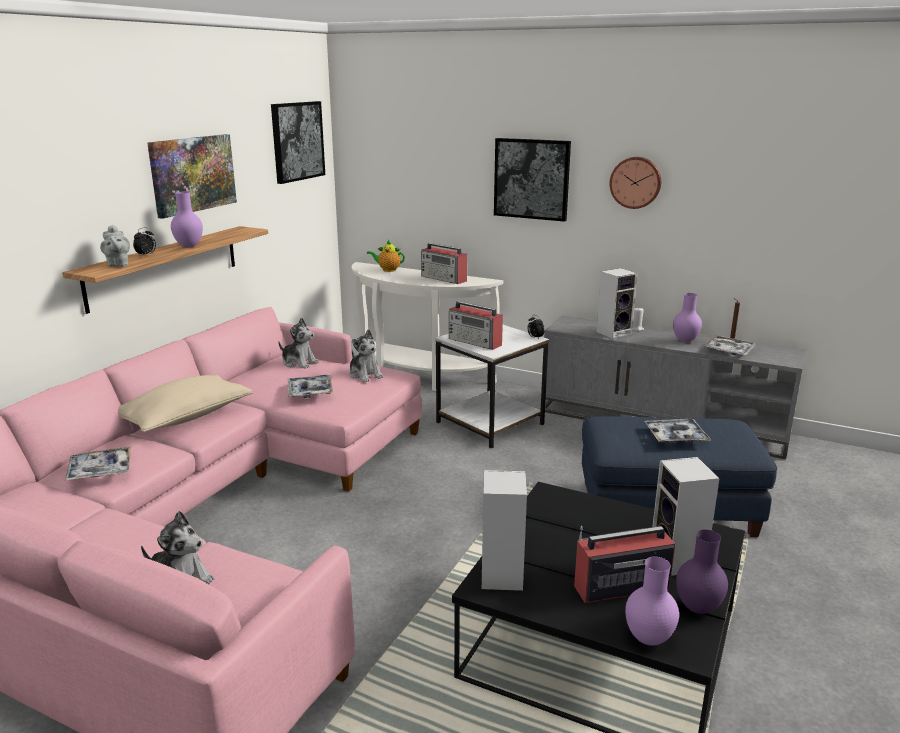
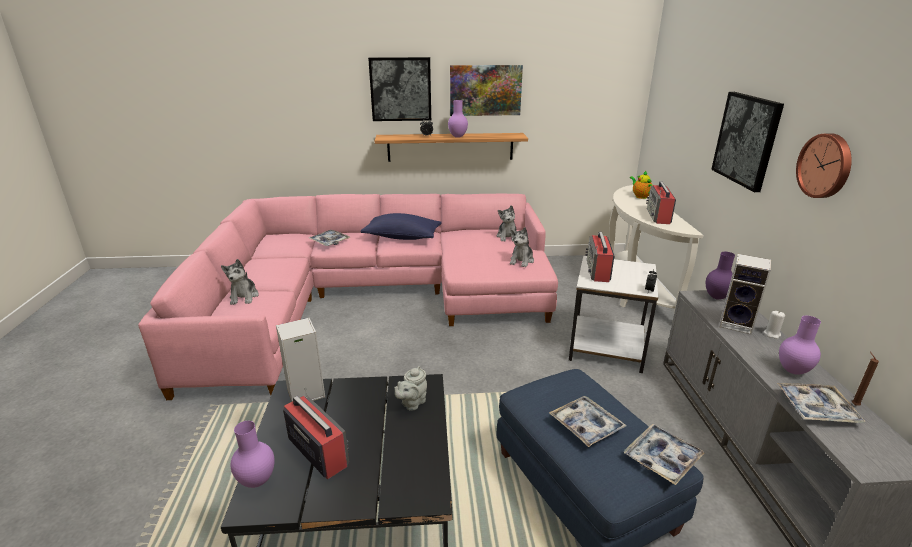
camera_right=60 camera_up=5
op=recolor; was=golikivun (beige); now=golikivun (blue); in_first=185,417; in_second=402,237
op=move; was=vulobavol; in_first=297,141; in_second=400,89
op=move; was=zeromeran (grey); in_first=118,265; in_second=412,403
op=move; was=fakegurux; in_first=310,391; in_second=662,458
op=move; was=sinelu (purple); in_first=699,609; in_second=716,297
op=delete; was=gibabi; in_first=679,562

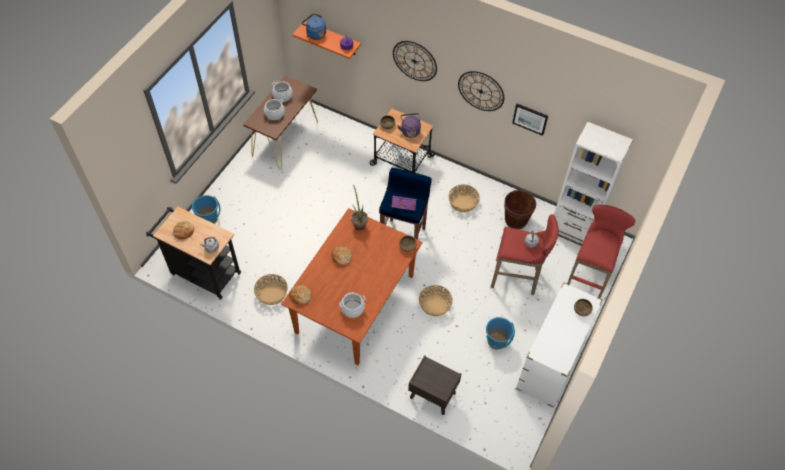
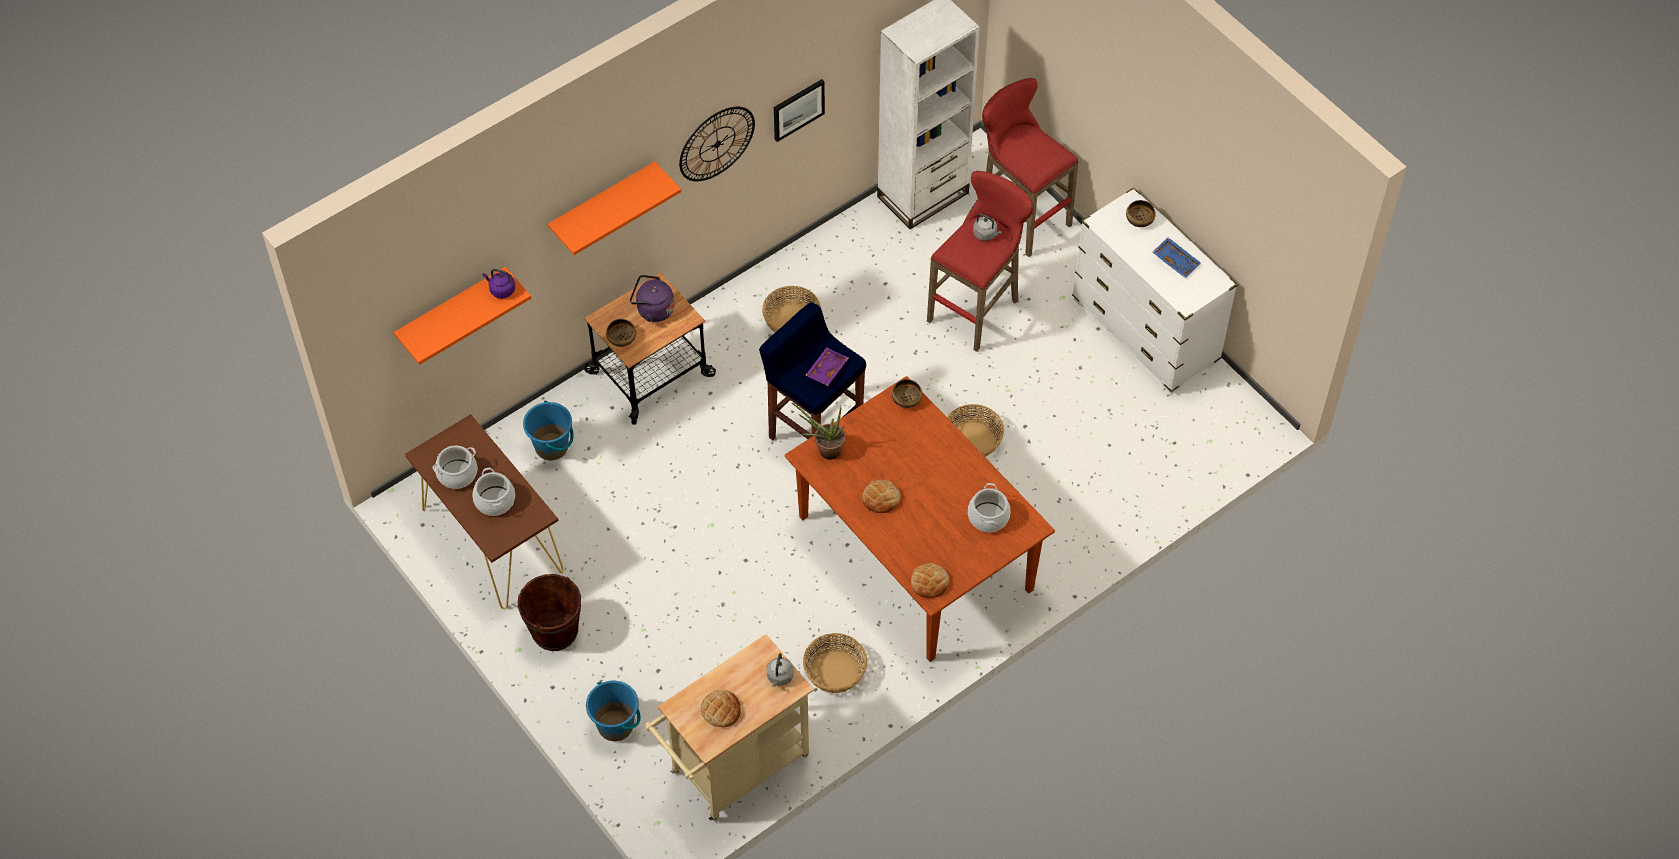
camera_right=-65 camera_up=0
op=move; was=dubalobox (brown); in_first=516,220; in_second=555,631
op=move; was=dubalobox (blue); in_first=497,341; in_second=552,447
op=replace; was=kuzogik; now=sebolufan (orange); in_first=414,61; in_second=603,204
op=recolor; was=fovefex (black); now=fovefex (beige); in_first=202,272; in_second=733,770
op=insert; now=fakegurux (blue); in_second=1176,261
op=delete; was=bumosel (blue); in_first=315,34
op=delete; was=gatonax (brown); in_first=432,395

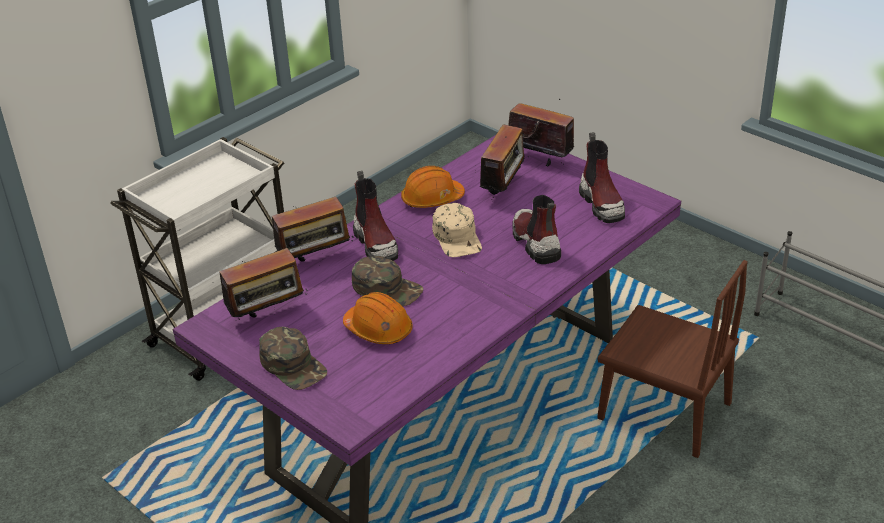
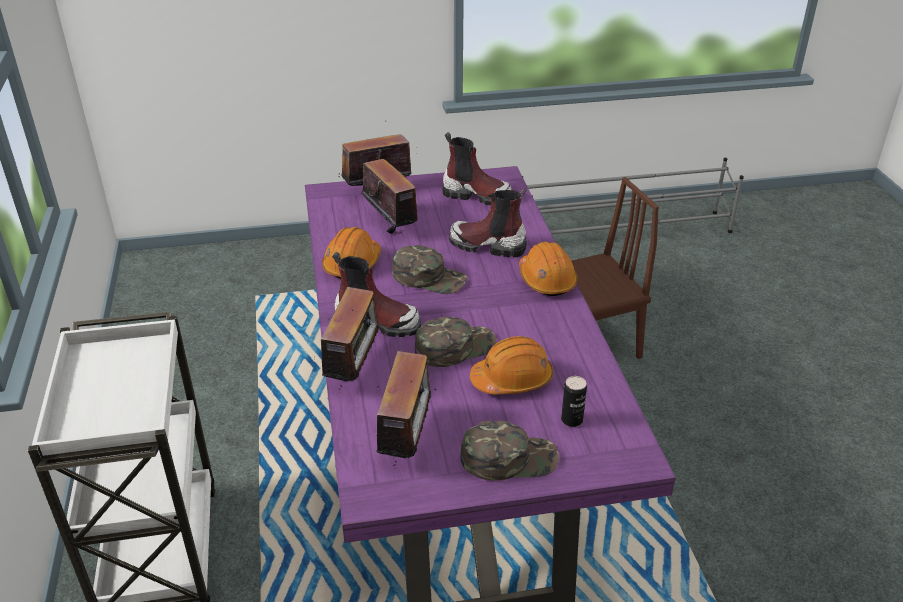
camera_right=-55 camera_up=0
op=recolor; was=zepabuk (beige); now=zepabuk (green); in_first=457,238; in_second=429,277
op=insert; now=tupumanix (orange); in_second=546,280
op=insert; now=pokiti; in_second=572,420

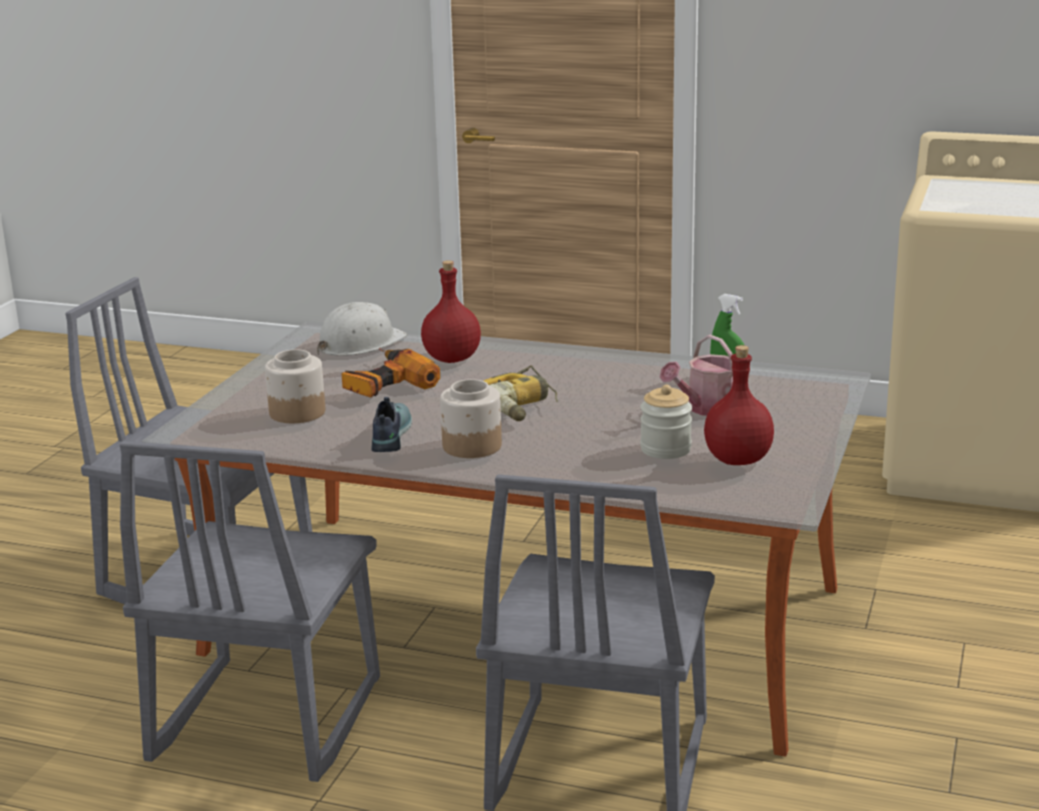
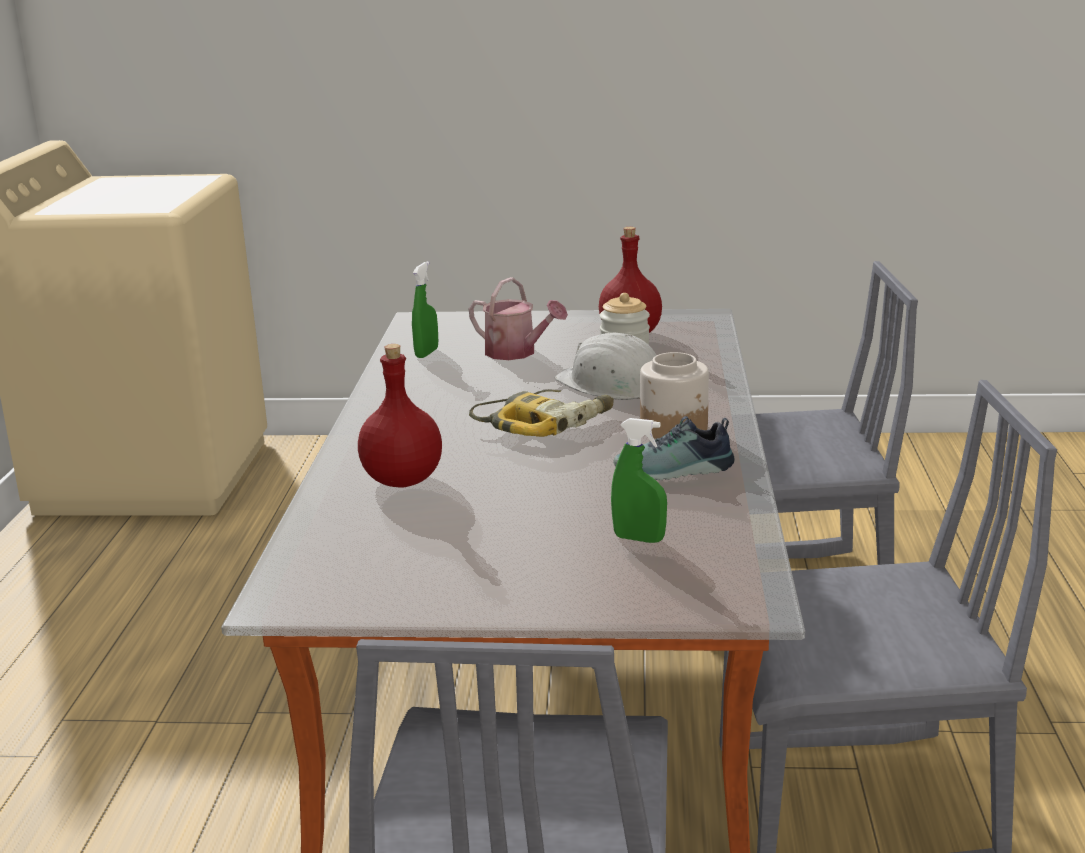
camera_right=-105 camera_up=0
op=move; was=tupumanix (white); in_first=360,344; in_second=612,384
op=replace; was=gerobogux; now=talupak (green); in_first=296,413; in_second=639,539
op=delete; was=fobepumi; in_first=384,384

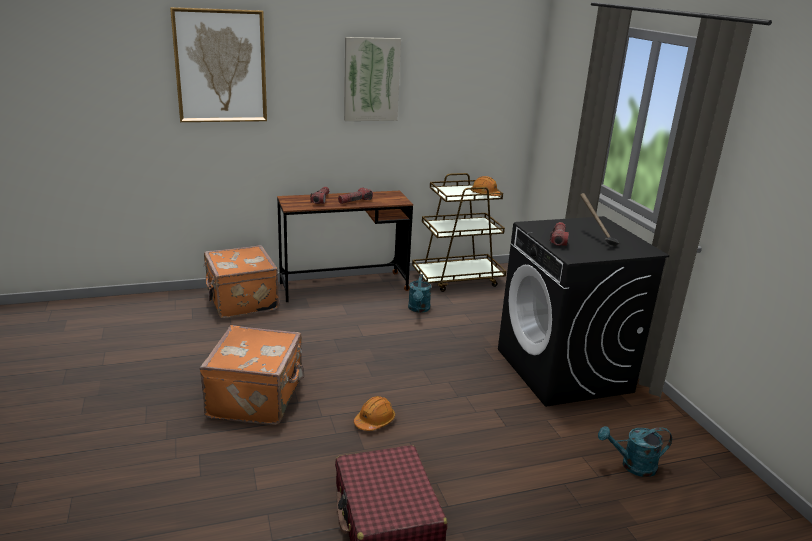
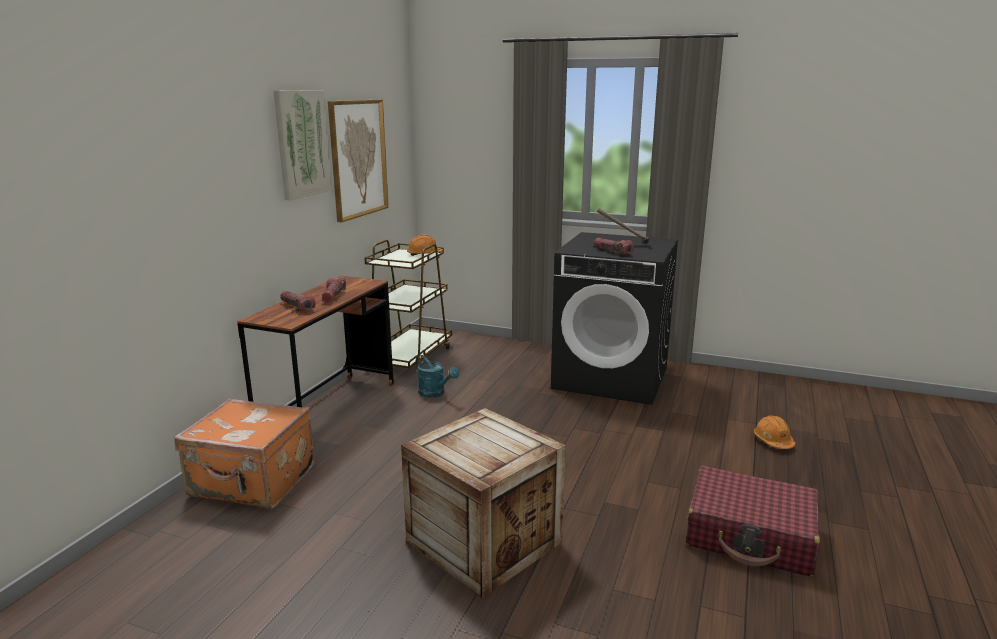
camera_right=-50 camera_up=-5
op=move; was=vulobavol; in_first=220,66; in_second=358,158
op=replace; was=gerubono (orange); now=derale; in_first=257,398; in_second=484,542
op=move; was=tupumanix (orange); in_first=374,421; in_second=773,441
op=delete; was=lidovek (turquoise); in_first=632,466

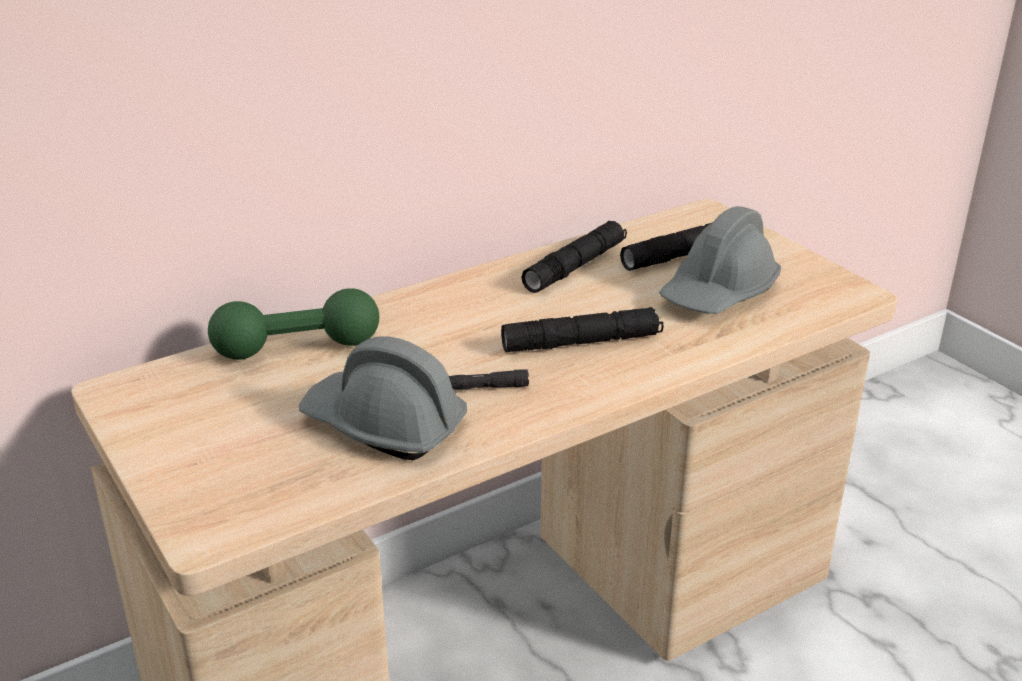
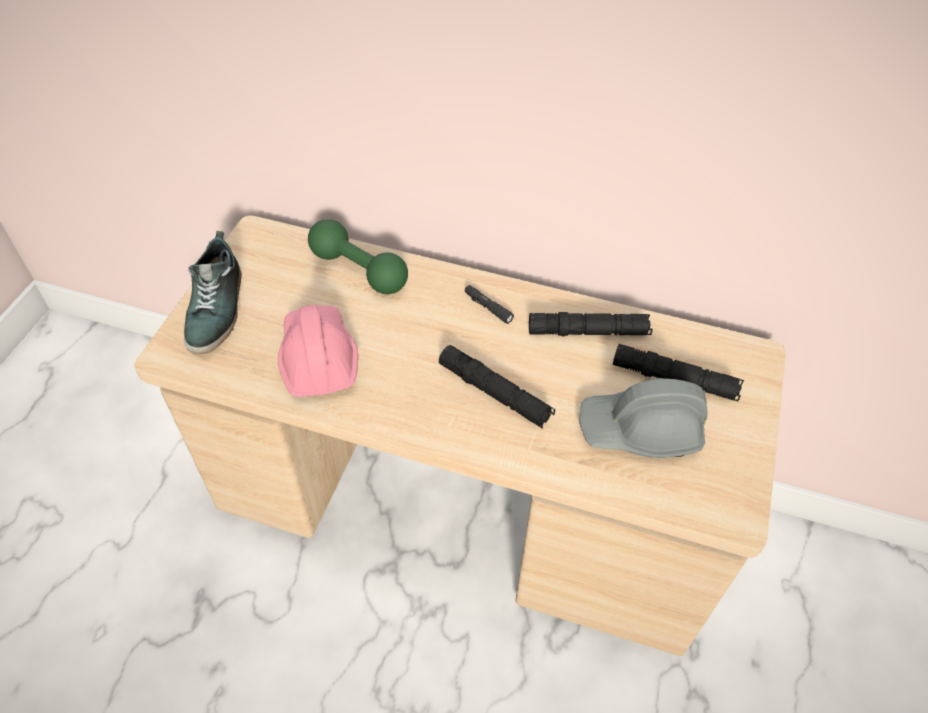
camera_right=50 camera_up=20
op=insert; now=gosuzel; in_second=217,309
op=recolor; was=tupumanix (grey); now=tupumanix (pink); in_first=384,425; in_second=318,358
op=move; was=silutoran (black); in_first=486,388; in_second=487,307

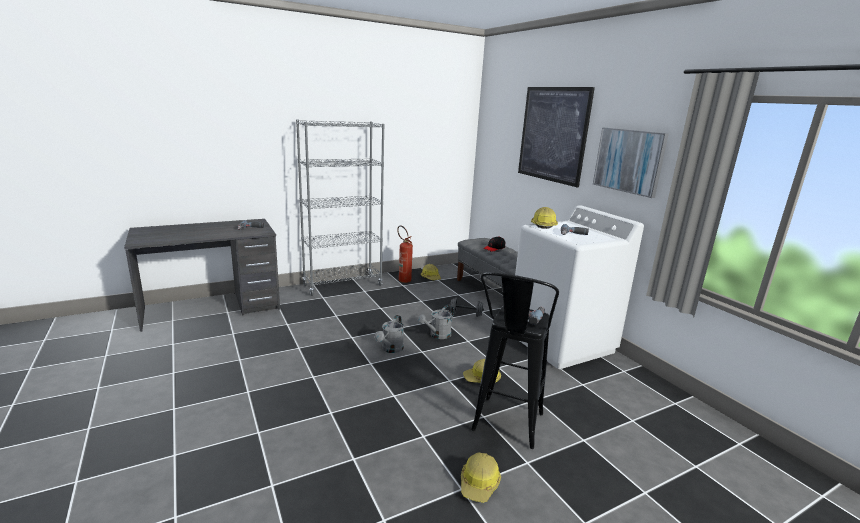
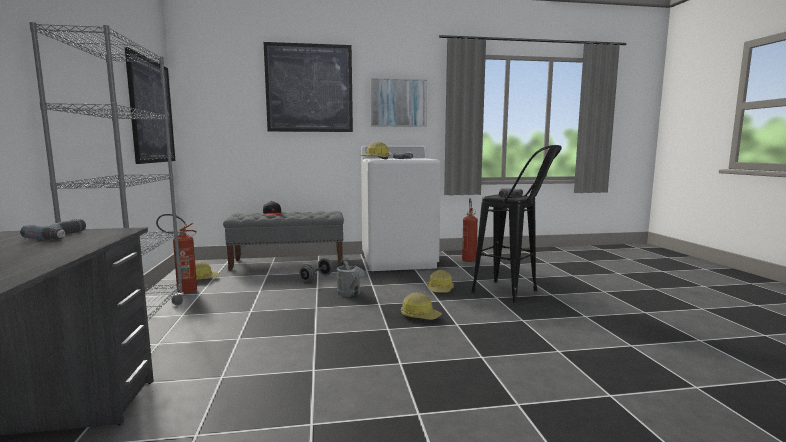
camera_right=-70 camera_up=-10
op=insert; now=vulobavol; in_second=151,111
op=move; was=tupumanix; in_first=479,484; in_second=420,316
op=insert; now=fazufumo; in_second=468,259
op=delete; was=lidovek (grey); in_first=390,349

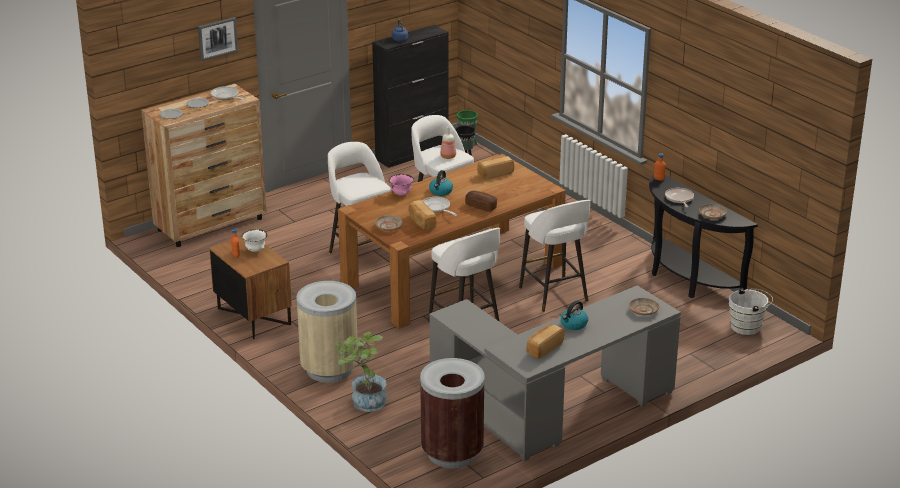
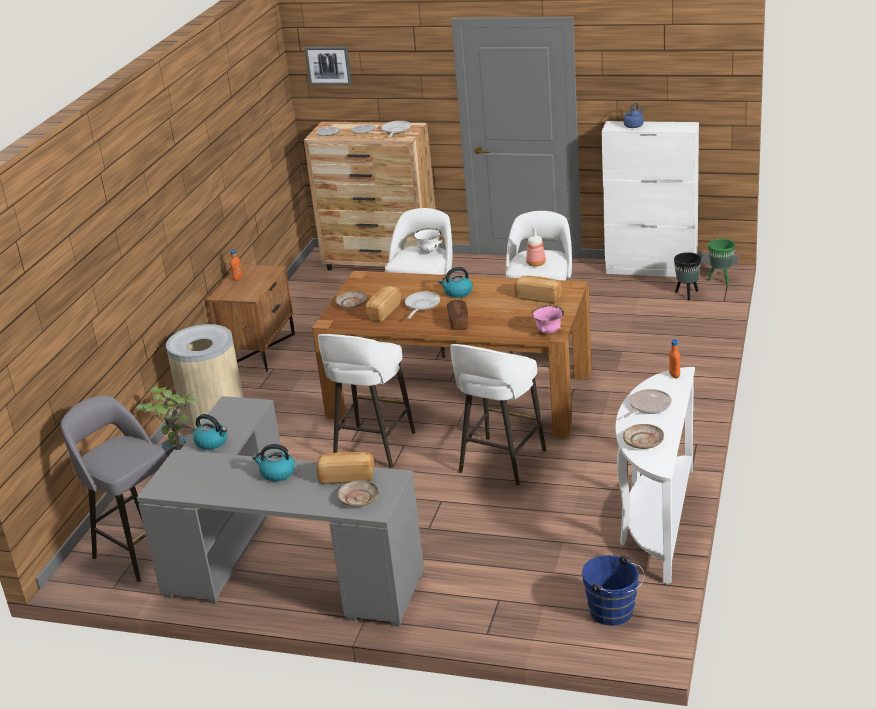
camera_right=55 camera_up=0
op=replace; was=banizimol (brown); now=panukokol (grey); in_first=452,453; in_second=140,550
op=insert; now=bumosel; in_second=212,442
op=move; was=vulobavol; in_first=217,38; in_second=328,65
op=move; was=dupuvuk; in_first=544,348; in_second=347,476
op=move; was=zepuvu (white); in_first=255,250; in_second=429,251
op=move; was=zepuvu (pink); in_first=401,194; in_second=549,332
op=recolor; was=dubalobox (white); now=dubalobox (blue); in_first=748,327; in_second=614,613
op=recolor; was=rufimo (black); now=rufimo (white); in_first=412,153; in_second=651,269
op=recolor; was=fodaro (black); now=fodaro (white); in_first=686,279; in_second=656,522

